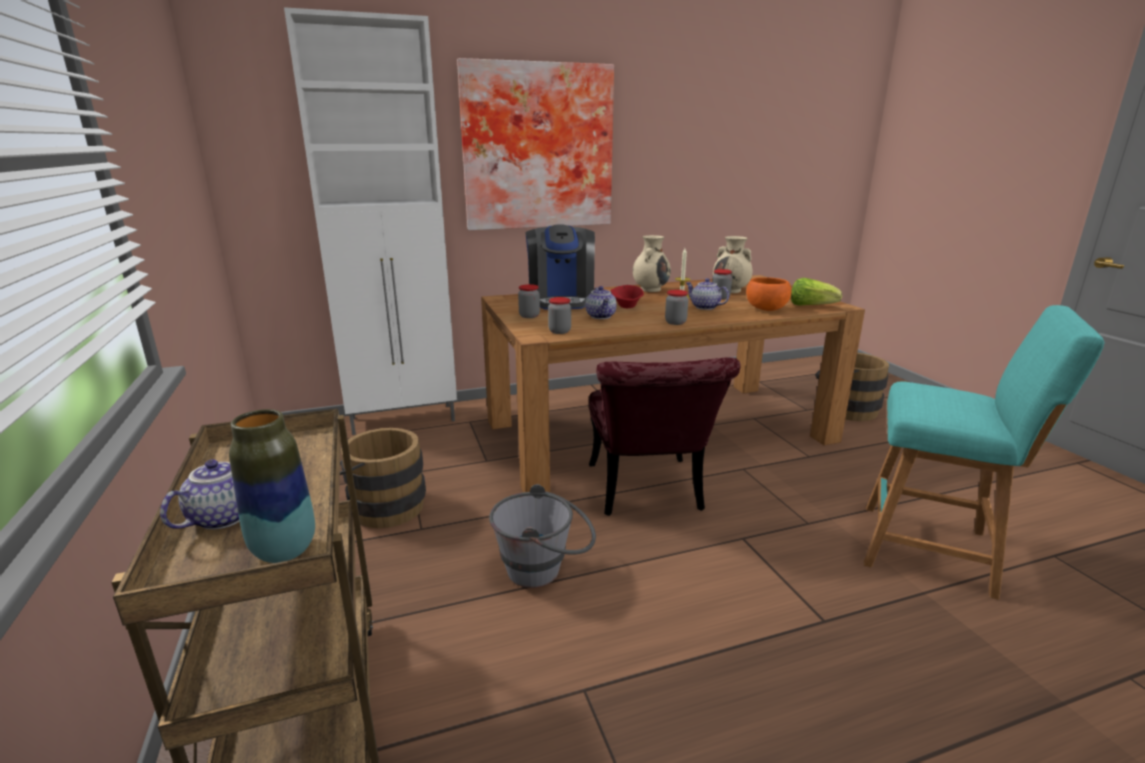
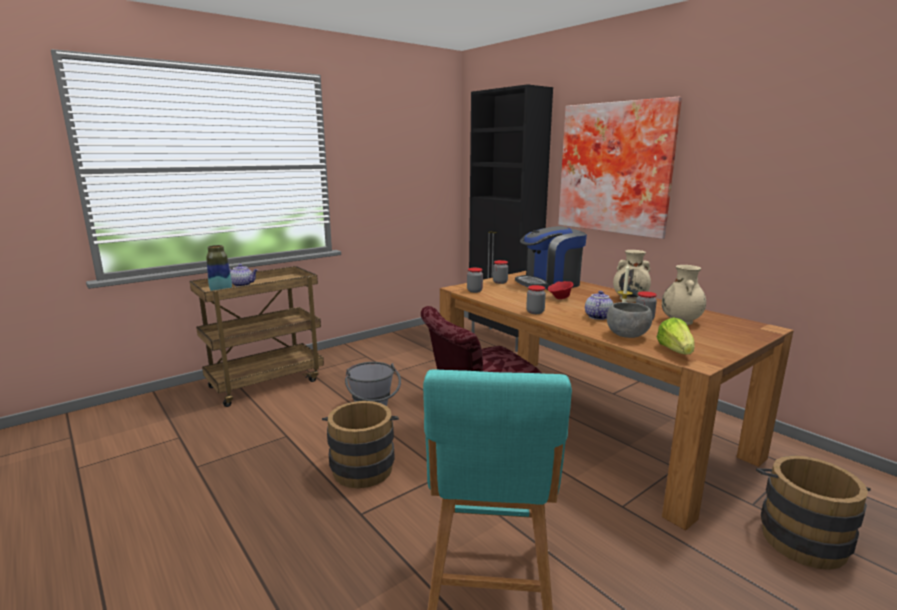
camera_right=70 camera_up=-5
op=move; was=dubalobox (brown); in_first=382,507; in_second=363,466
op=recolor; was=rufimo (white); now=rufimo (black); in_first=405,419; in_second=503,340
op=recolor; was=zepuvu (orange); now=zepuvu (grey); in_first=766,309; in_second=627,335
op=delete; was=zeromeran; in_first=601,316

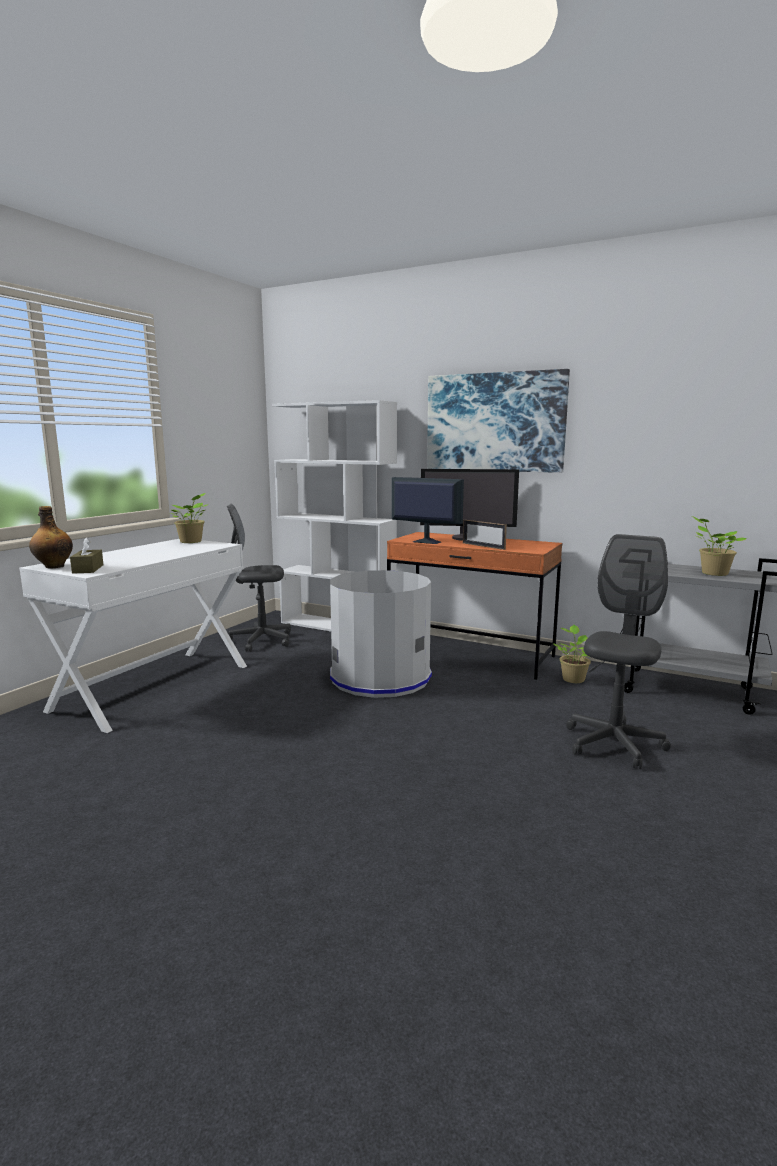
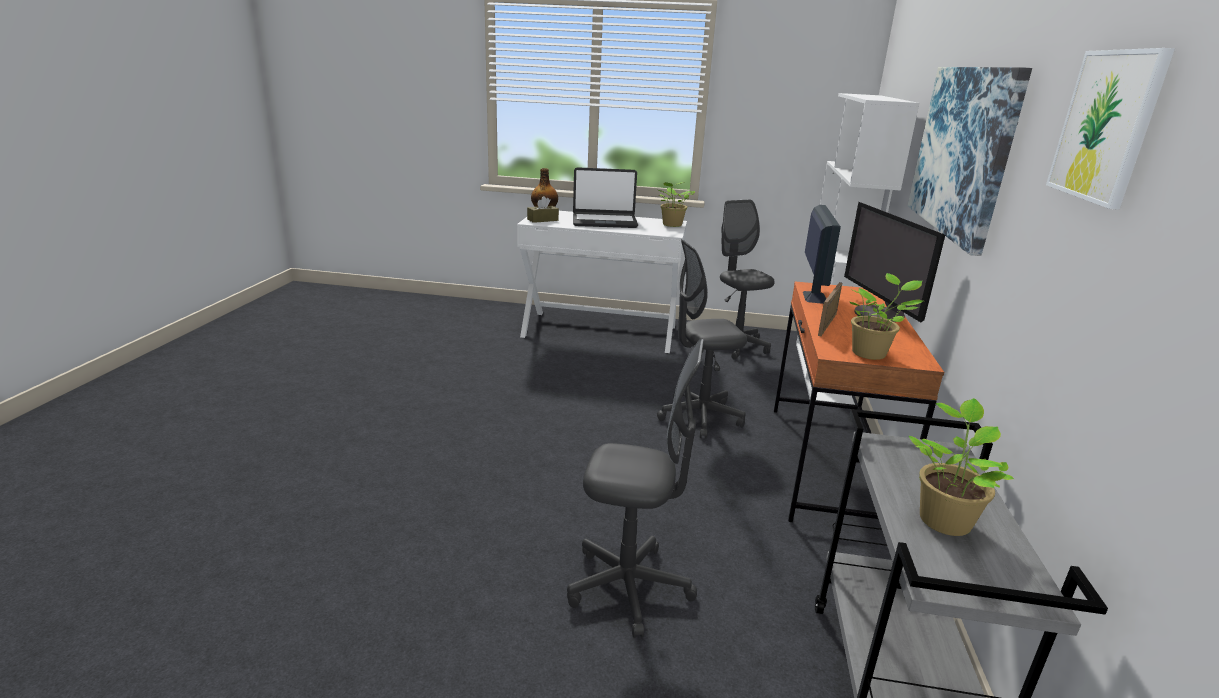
camera_right=70 camera_up=10
op=insert; now=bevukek; in_second=604,221
op=replace; was=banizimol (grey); now=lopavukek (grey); in_first=380,677; in_second=700,417
op=move; was=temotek; in_first=573,679; in_second=871,353
op=insert; now=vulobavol; in_second=1106,126

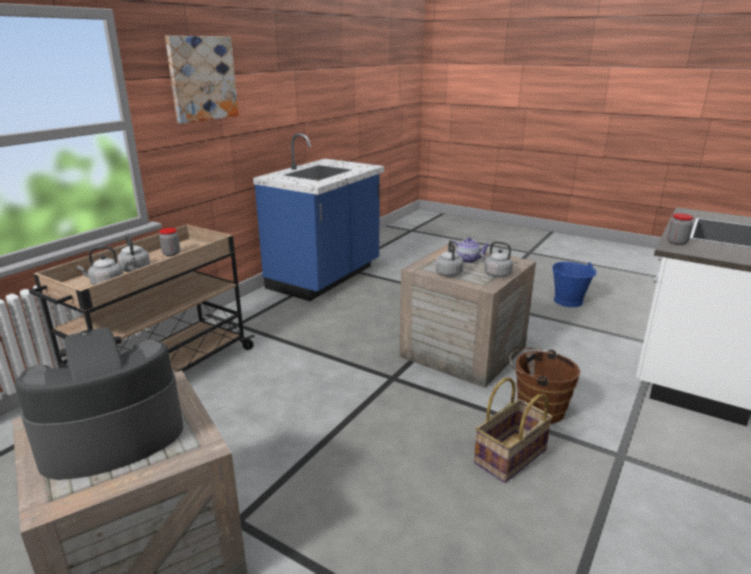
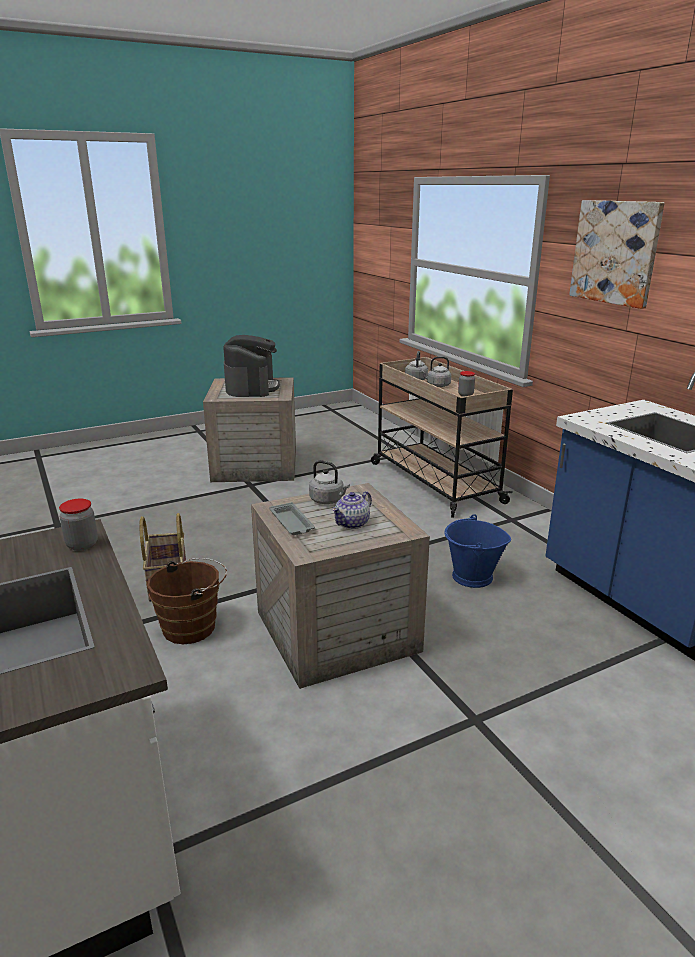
camera_right=120 camera_up=0
op=replace; was=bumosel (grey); now=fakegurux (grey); in_first=495,274; in_second=292,523
op=move; was=dubalobox (blue); in_first=568,301; in_second=472,577

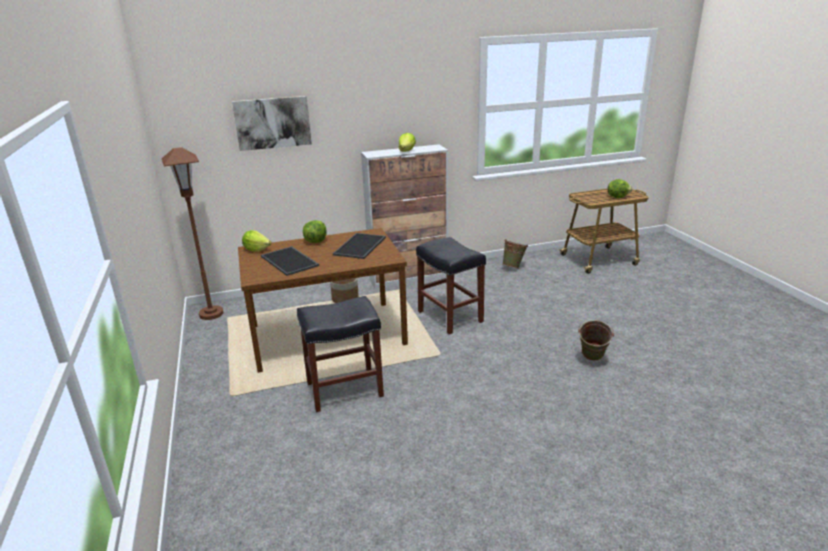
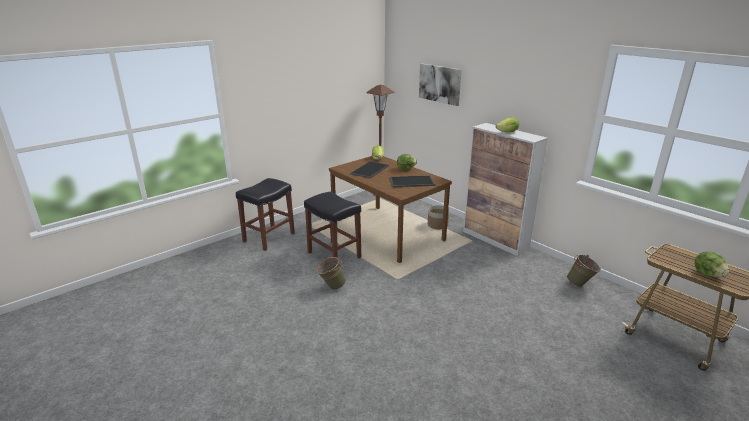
camera_right=65 camera_up=0
op=move; was=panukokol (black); in_first=451,316; in_second=268,238
op=move; was=dubalobox (green); in_first=592,359; in_second=331,287

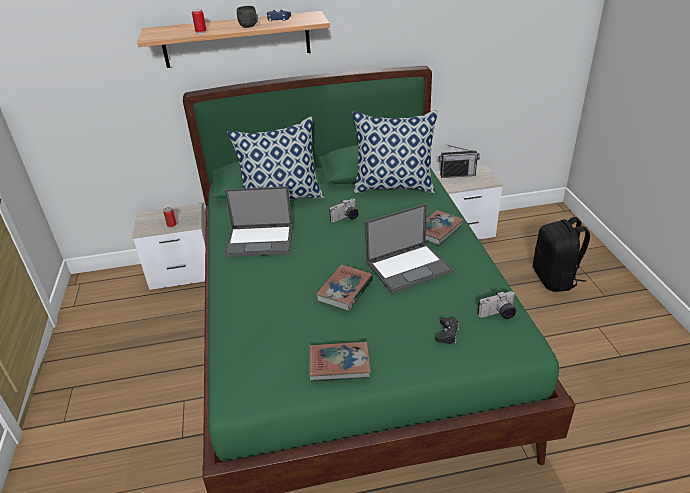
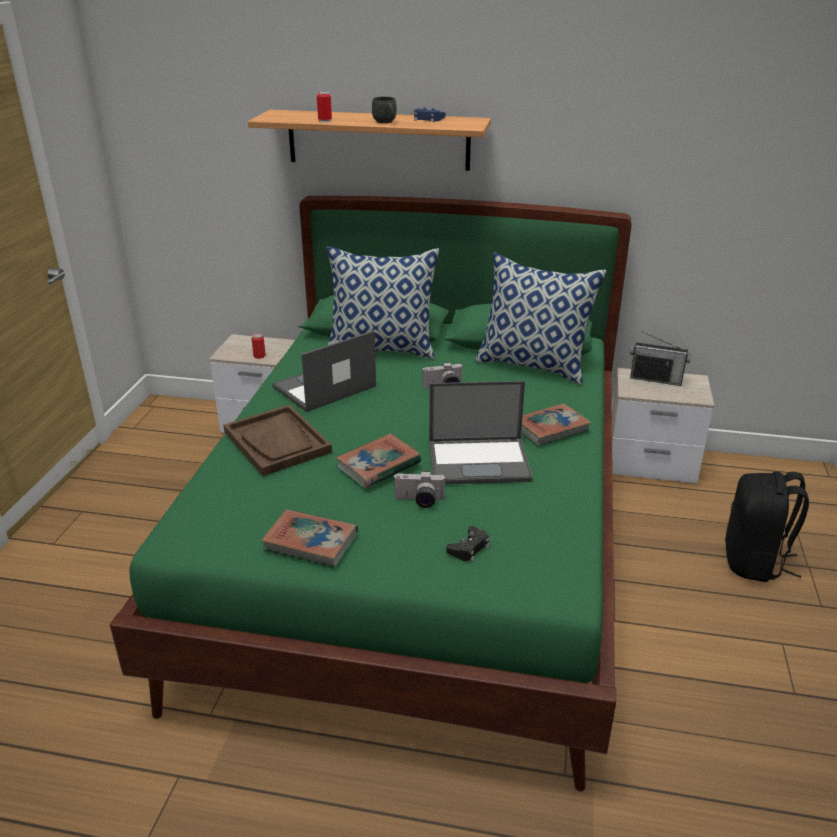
camera_right=20 camera_up=-5
op=insert; now=fakegurux (brown); in_second=277,442
op=rotate; was=bevukek; in_first=261,240; in_second=323,387; clockwise=120
op=move; was=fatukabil; in_first=498,314; in_second=419,501

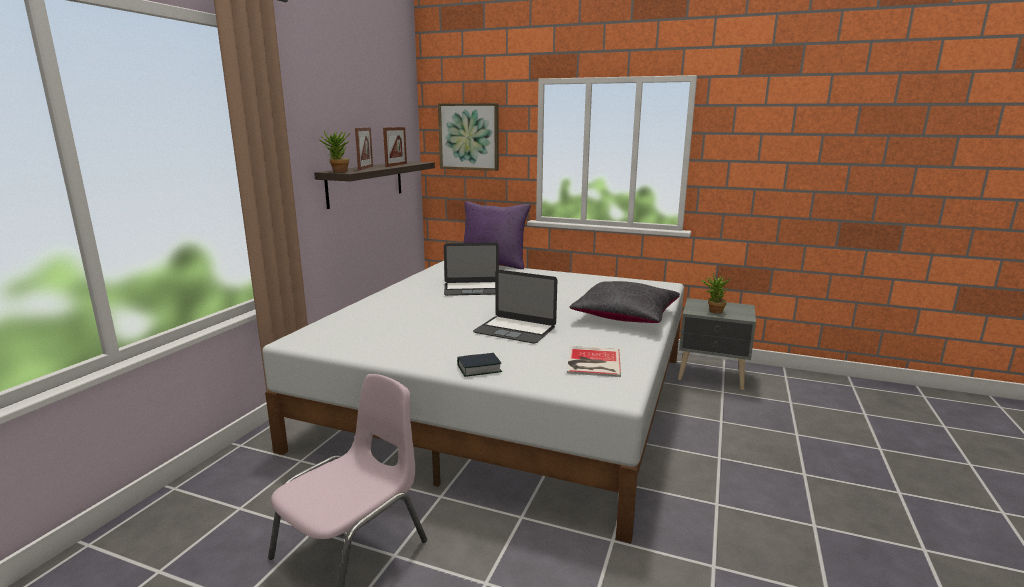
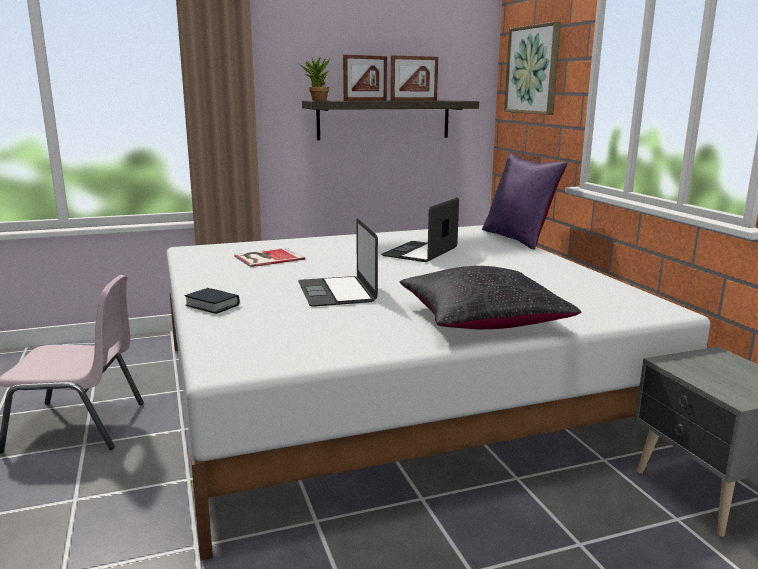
camera_right=50 camera_up=0
op=move; was=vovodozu; in_first=592,362; in_second=267,258
op=rotate; was=bevukek; in_first=472,289; in_second=420,252; clockwise=75
op=delete; was=temotek; in_first=713,311

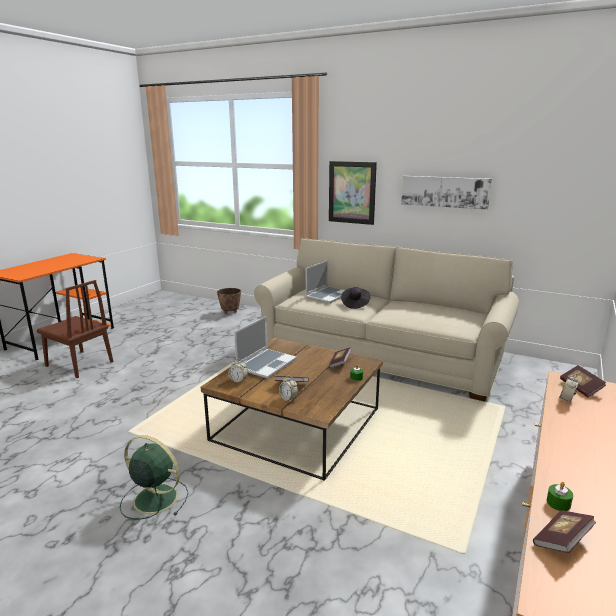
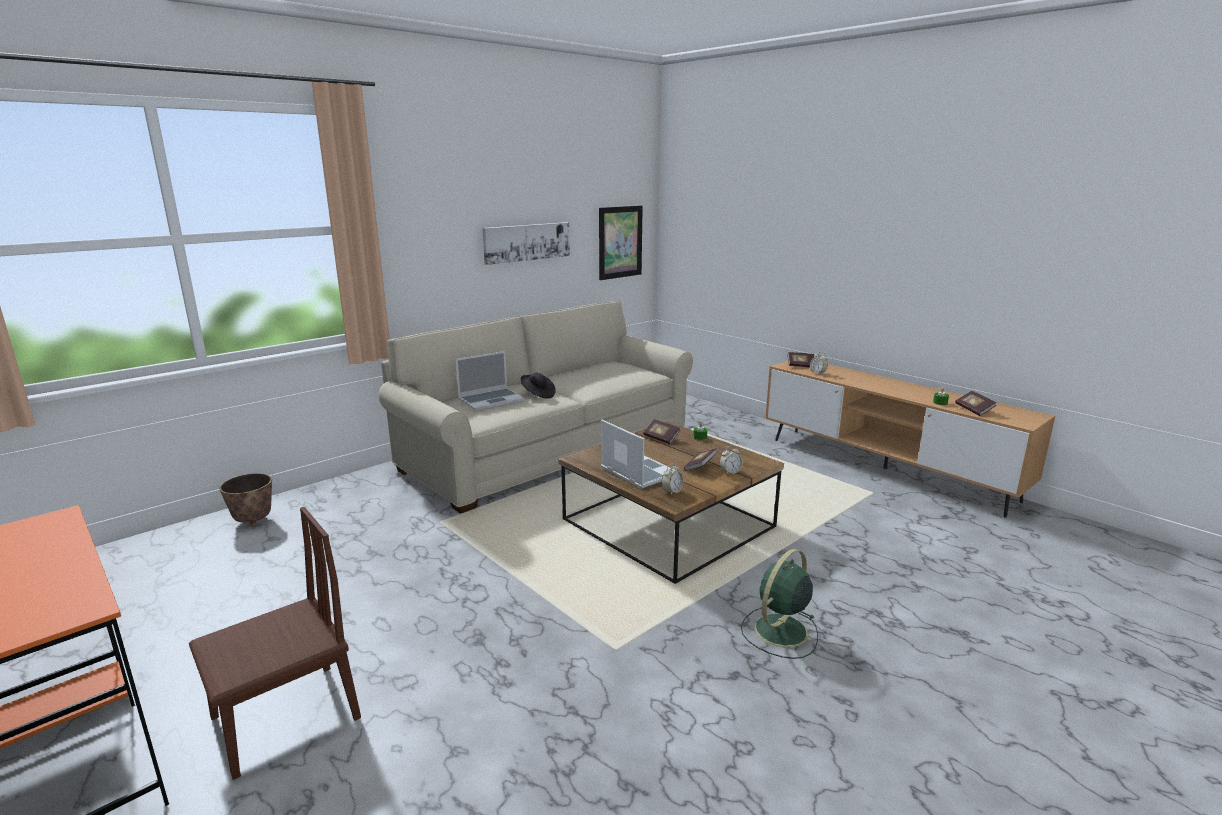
camera_right=-70 camera_up=0
op=rotate; was=bevukek; in_first=328,295; in_second=491,400; clockwise=90
op=move; was=vulobavol; in_first=352,192; in_second=620,242

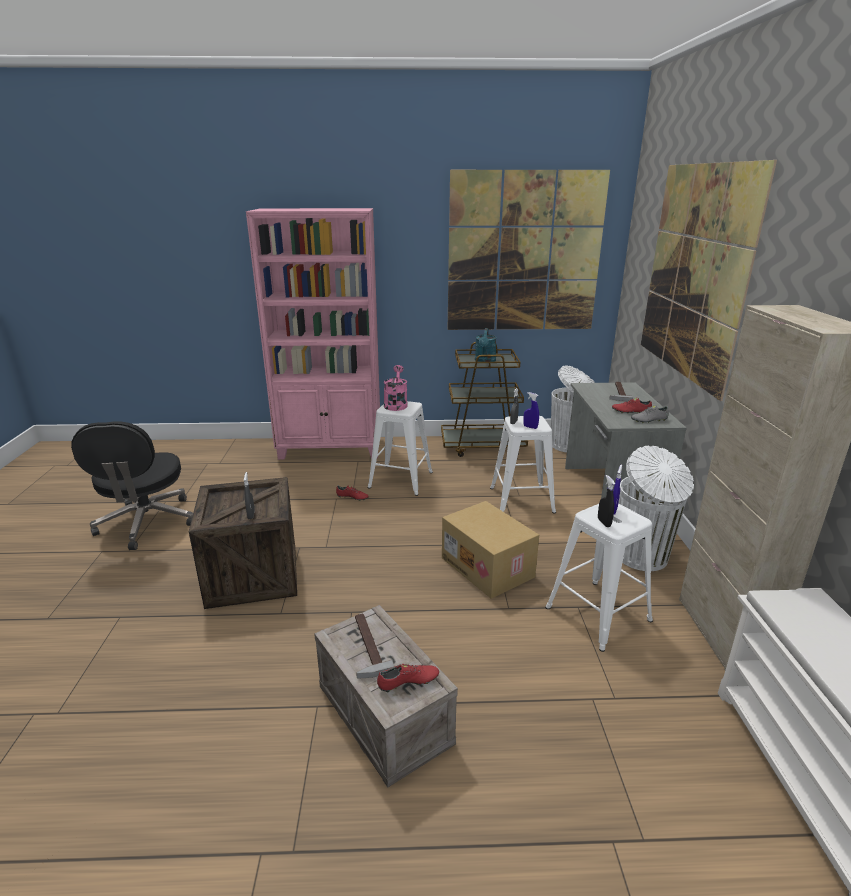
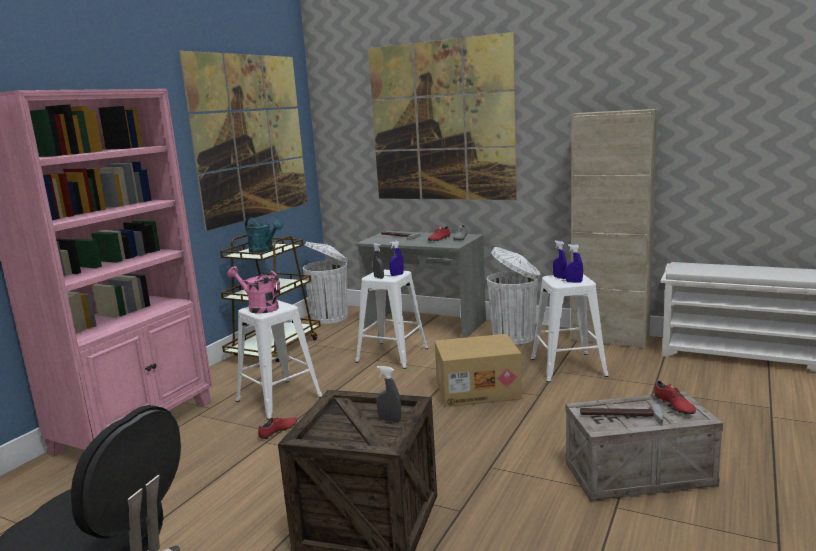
camera_right=-60 camera_up=-10
op=recolor; was=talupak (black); now=talupak (blue); in_first=604,522; in_second=574,282
op=rotate; was=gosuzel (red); in_first=408,683; in_second=674,406; clockwise=150

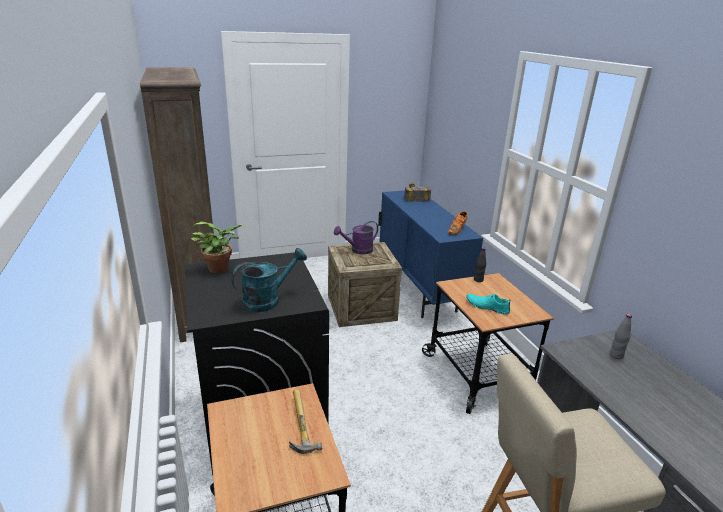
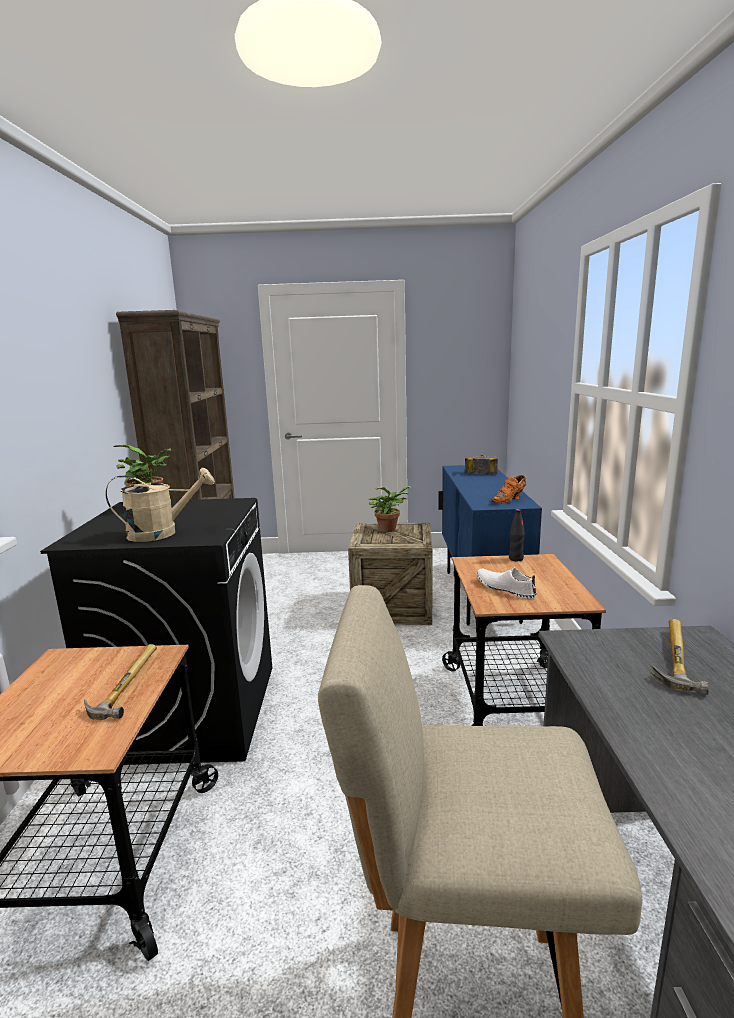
camera_right=20 camera_up=-10
op=recolor; was=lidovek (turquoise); now=lidovek (beige); in_first=267,300; in_second=162,533
op=replace; was=lidovek (purple); now=temotek; in_first=358,250; in_second=389,529
op=recolor; was=gosuzel (turquoise); now=gosuzel (white); in_first=487,306; in_second=505,588
op=replace; was=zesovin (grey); now=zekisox; in_first=616,355; in_second=670,658

